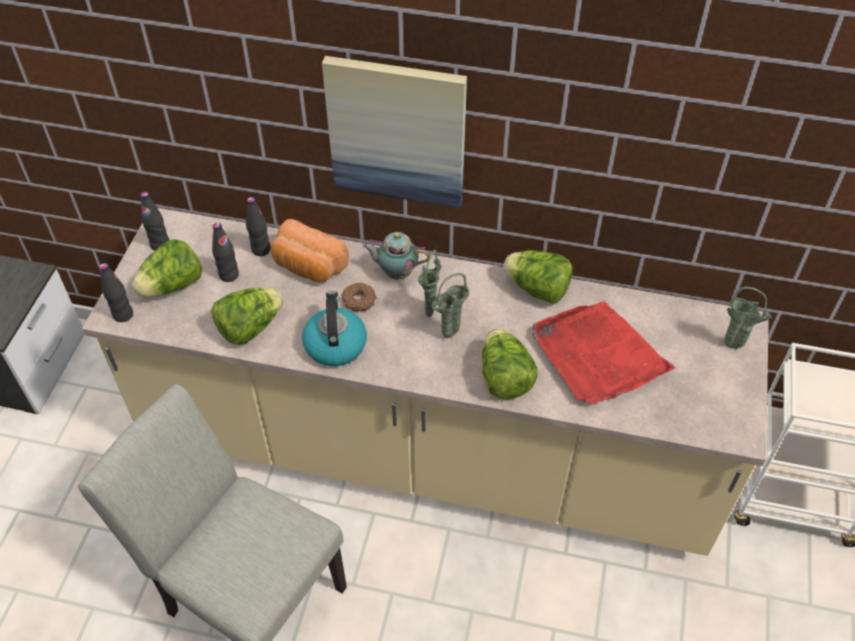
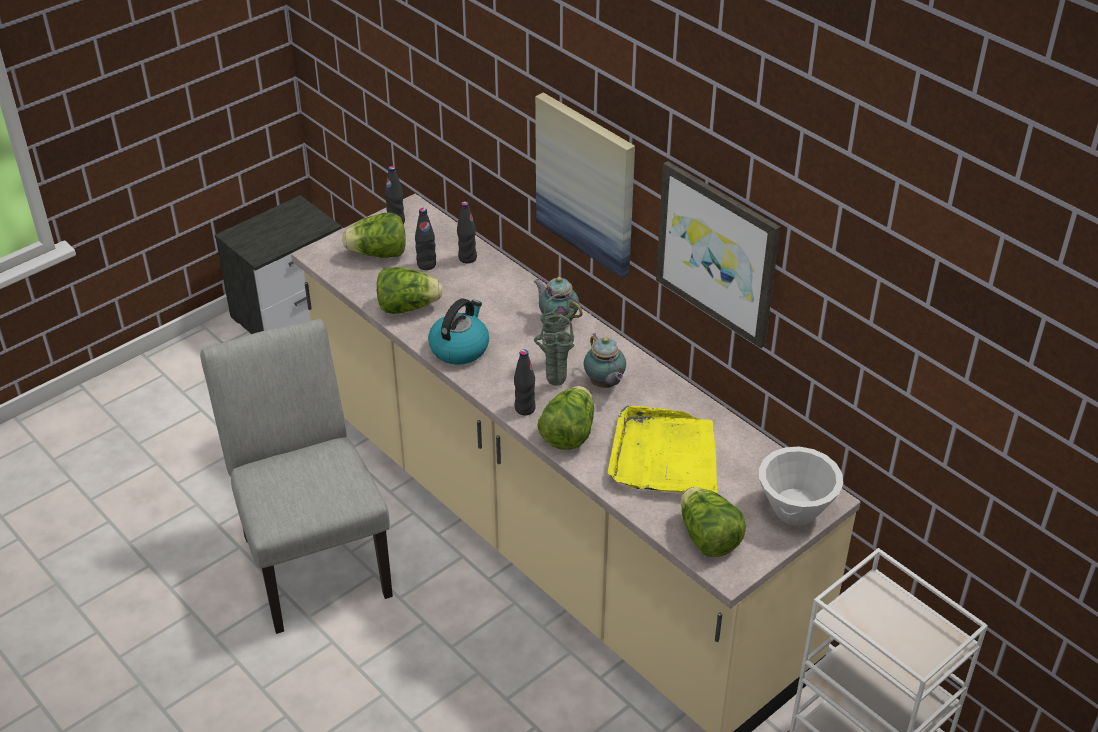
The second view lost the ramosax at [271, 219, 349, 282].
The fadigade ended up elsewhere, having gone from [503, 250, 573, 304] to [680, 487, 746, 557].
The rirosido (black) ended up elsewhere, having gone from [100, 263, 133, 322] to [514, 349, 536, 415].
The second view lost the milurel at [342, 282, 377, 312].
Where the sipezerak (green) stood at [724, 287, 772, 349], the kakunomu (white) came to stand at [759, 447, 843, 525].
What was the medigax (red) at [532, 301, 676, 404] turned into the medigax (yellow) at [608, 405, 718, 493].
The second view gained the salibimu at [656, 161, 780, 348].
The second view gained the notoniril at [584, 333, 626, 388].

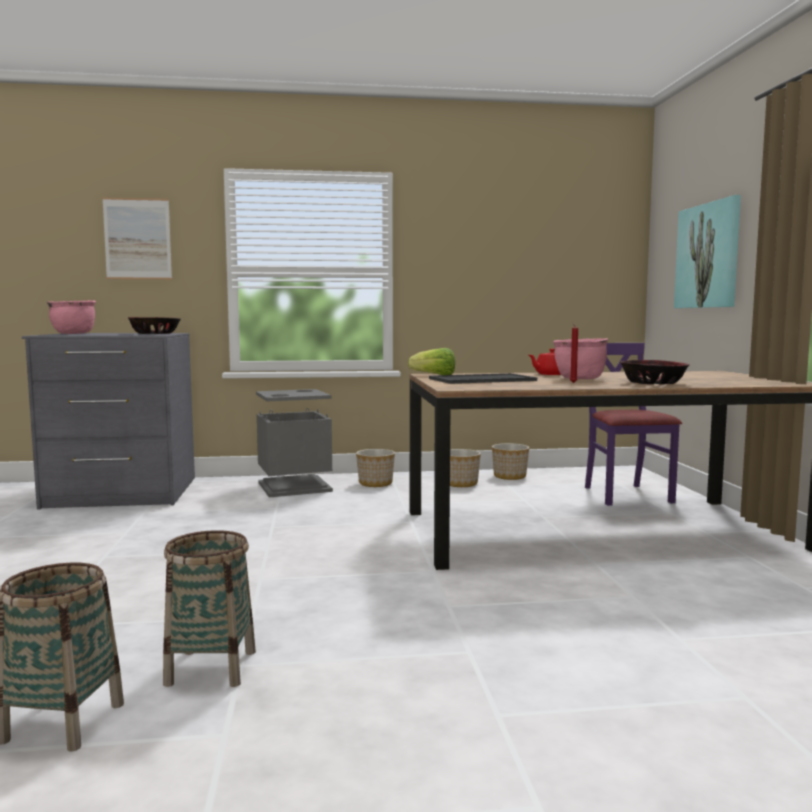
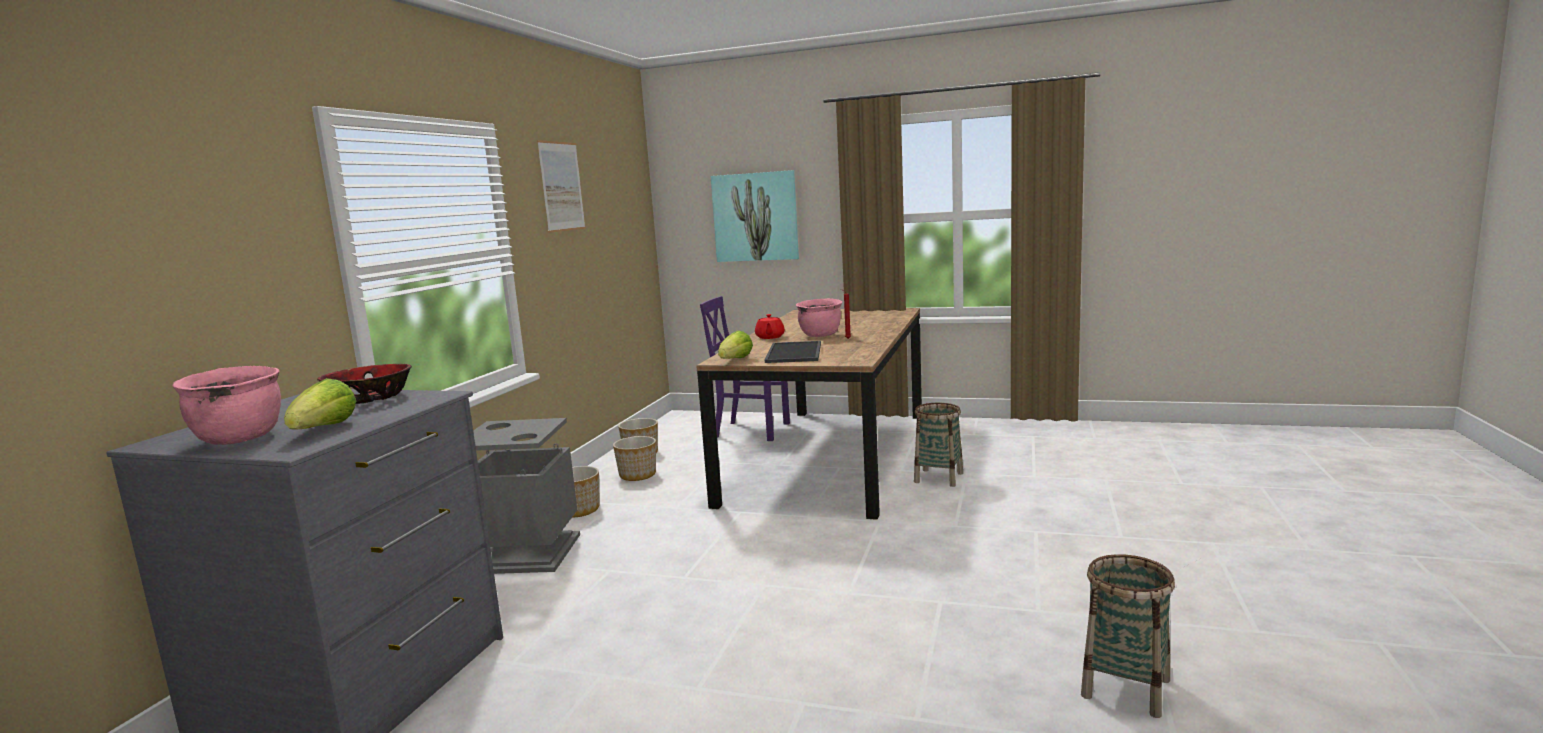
The salibimu ended up elsewhere, having gone from [102, 197, 172, 280] to [537, 140, 586, 233].
The second view lost the kakunomu at [620, 360, 690, 385].
The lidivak ended up elsewhere, having gone from [163, 530, 256, 687] to [914, 403, 963, 487].
The second view gained the fadigade at [284, 378, 356, 430].

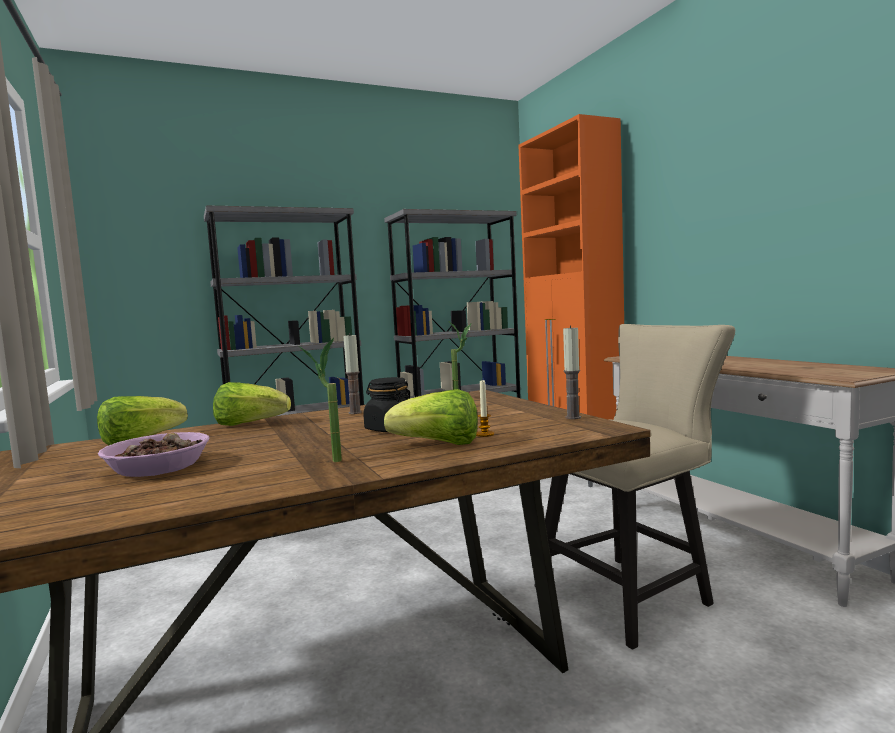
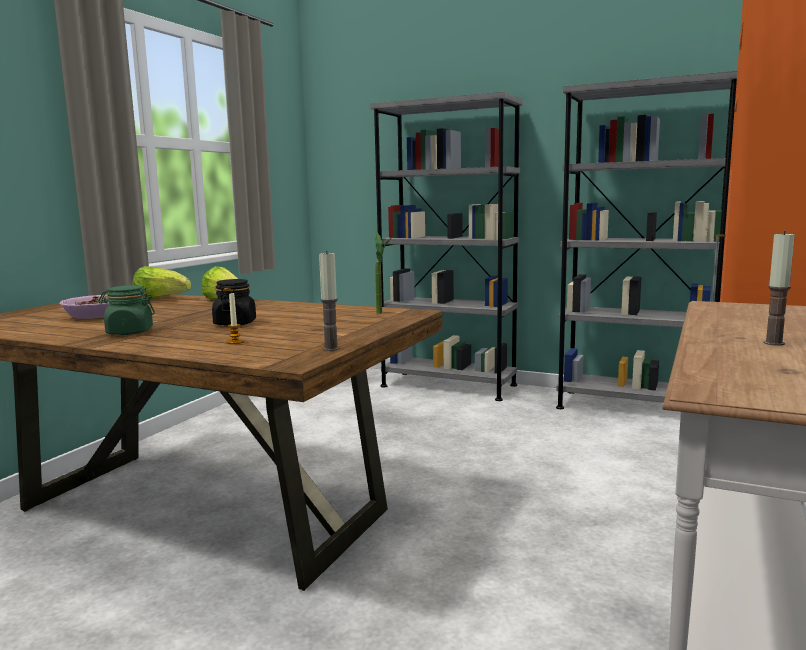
The second view lost the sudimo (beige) at [535, 324, 735, 650].
The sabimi ended up elsewhere, having gone from [344, 333, 362, 414] to [763, 231, 795, 346].
Where the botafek stood at [299, 338, 342, 462], the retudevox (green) came to stand at [98, 285, 155, 335].
The second view lost the fadigade at [384, 389, 478, 445].

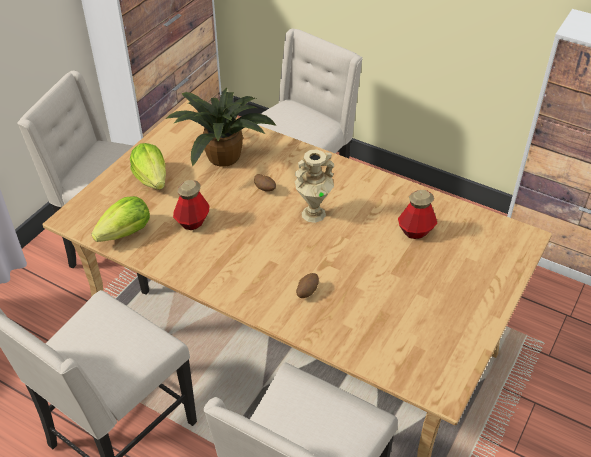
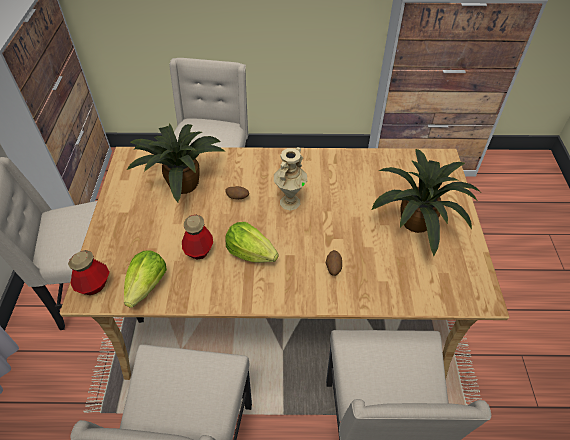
The fadigade ended up elsewhere, having gone from [130, 143, 166, 190] to [225, 222, 279, 263].
The rirosido ended up elsewhere, having gone from [398, 190, 437, 239] to [68, 250, 110, 295].
The second view gained the botafek at [372, 149, 480, 256].

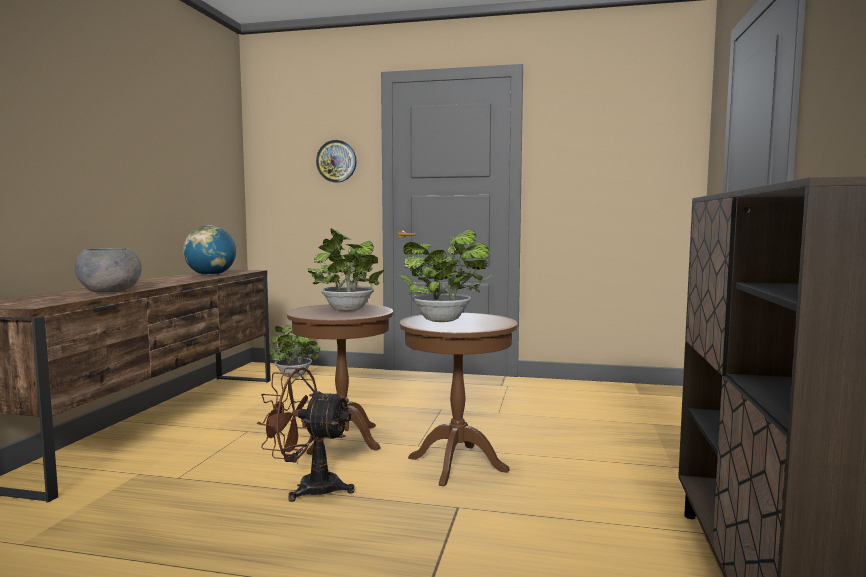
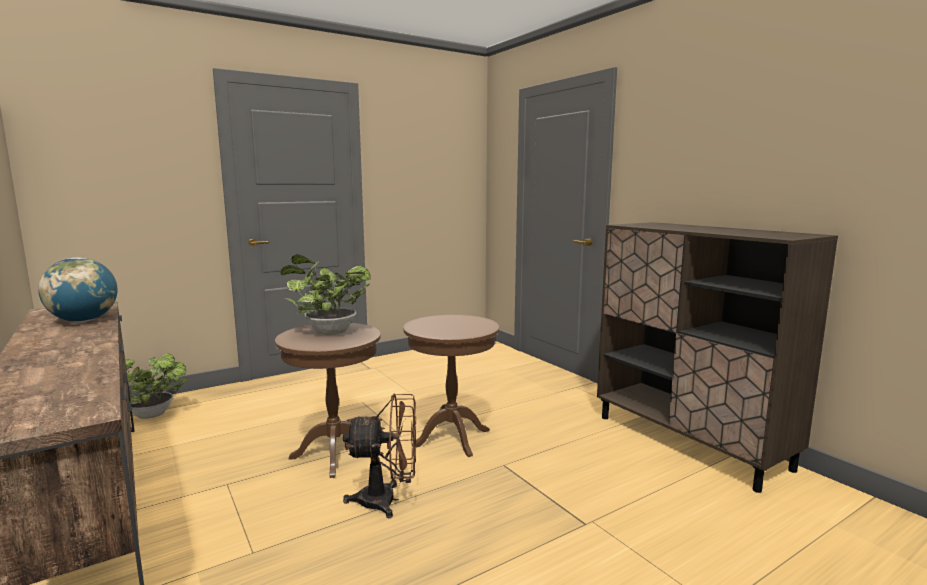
The second view lost the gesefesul at [316, 140, 357, 183].
The second view lost the botafek at [399, 229, 492, 322].
The second view lost the kakunomu (grey) at [75, 248, 142, 292].
The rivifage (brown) at [257, 367, 354, 502] ended up facing another way, 150 degrees counterclockwise from before.

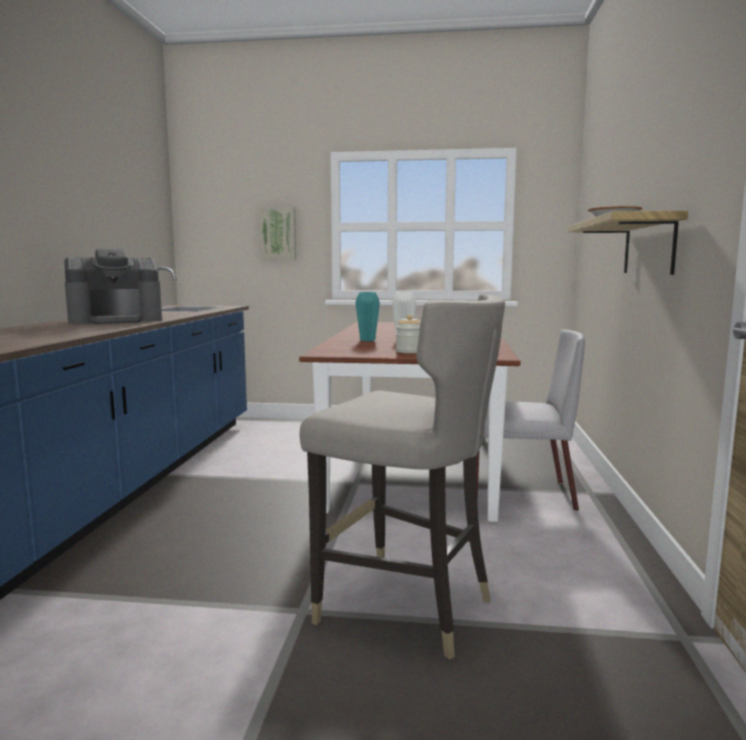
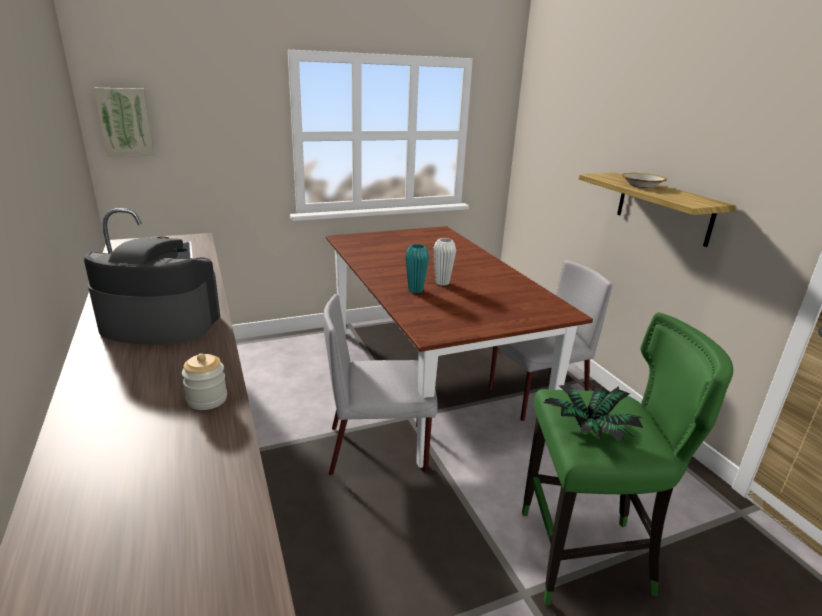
The salibimu ended up elsewhere, having gone from [260, 207, 296, 260] to [94, 88, 154, 157].
The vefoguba at [65, 249, 162, 324] ended up facing another way, 120 degrees counterclockwise from before.
What was the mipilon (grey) at [300, 294, 505, 660] turned into the mipilon (green) at [522, 312, 733, 605].
The retudevox ended up elsewhere, having gone from [396, 315, 421, 353] to [182, 353, 227, 410].
The second view gained the sudimo (grey) at [323, 294, 438, 475].
The second view gained the botafek at [544, 385, 643, 442].

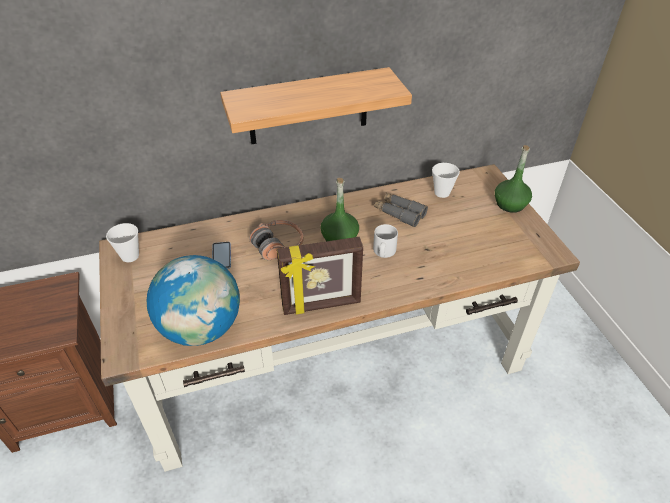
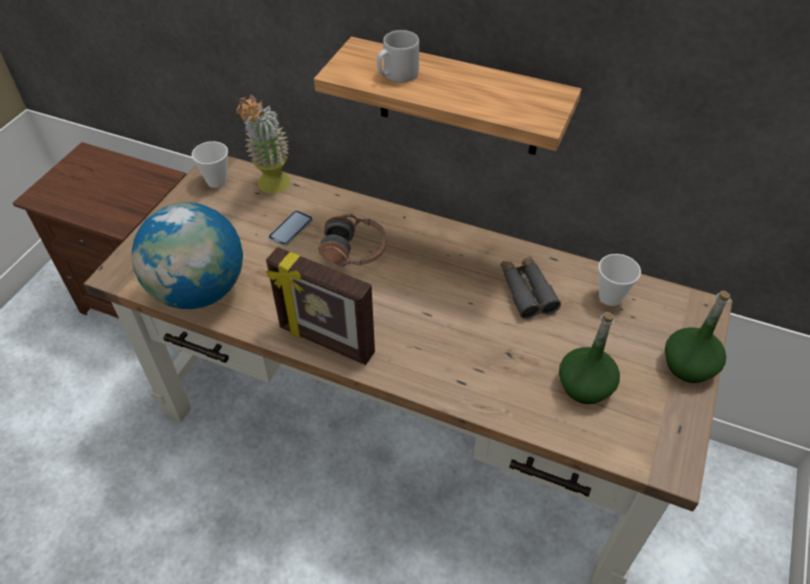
The rirosido (green) ended up elsewhere, having gone from [320, 178, 359, 241] to [559, 312, 620, 404].
The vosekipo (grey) ended up elsewhere, having gone from [373, 224, 398, 258] to [377, 30, 419, 83].
The second view gained the botafek at [236, 94, 290, 194].

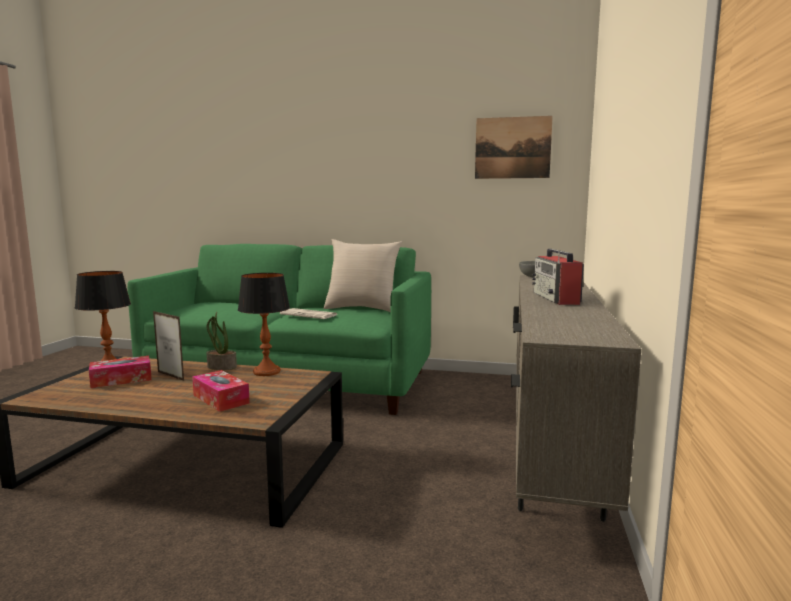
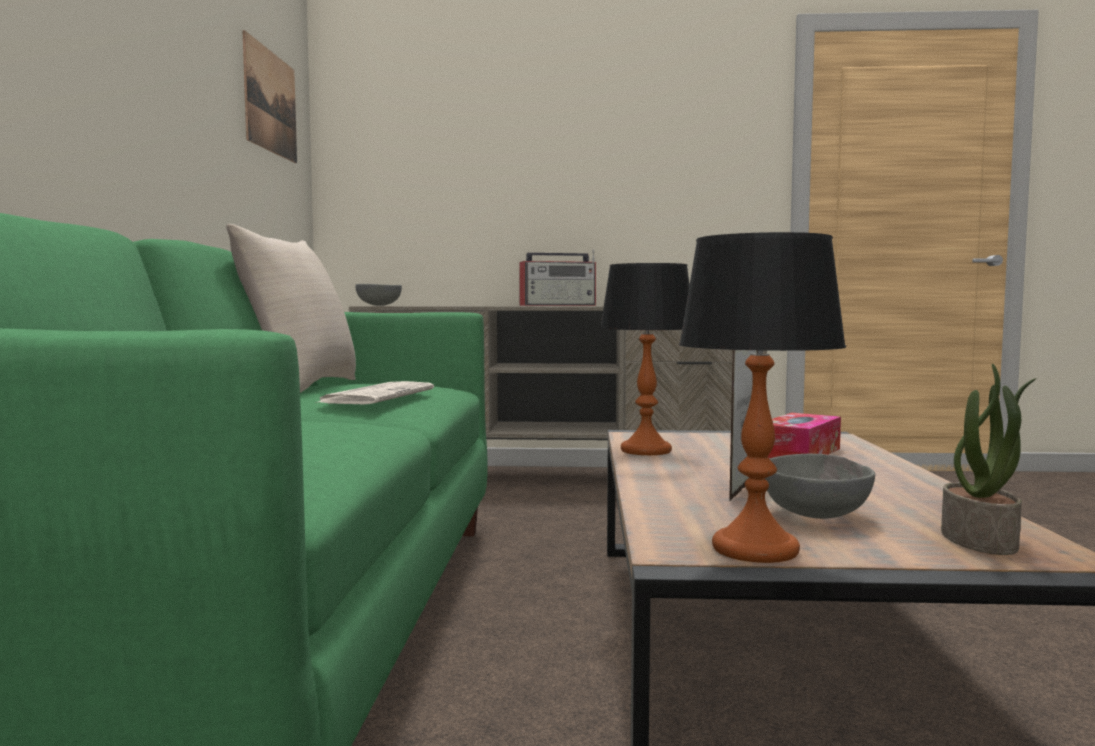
The botafek ended up elsewhere, having gone from [206, 312, 237, 370] to [941, 363, 1036, 555].
Where the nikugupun stood at [89, 356, 152, 388], the kakunomu (grey) came to stand at [765, 454, 875, 519].

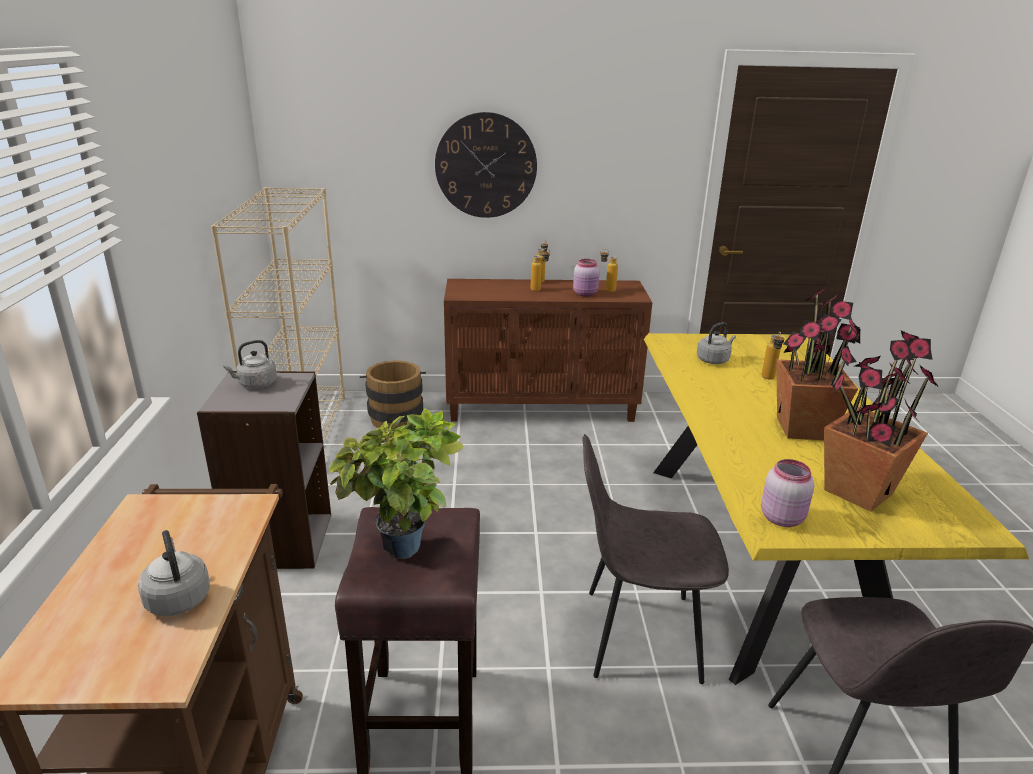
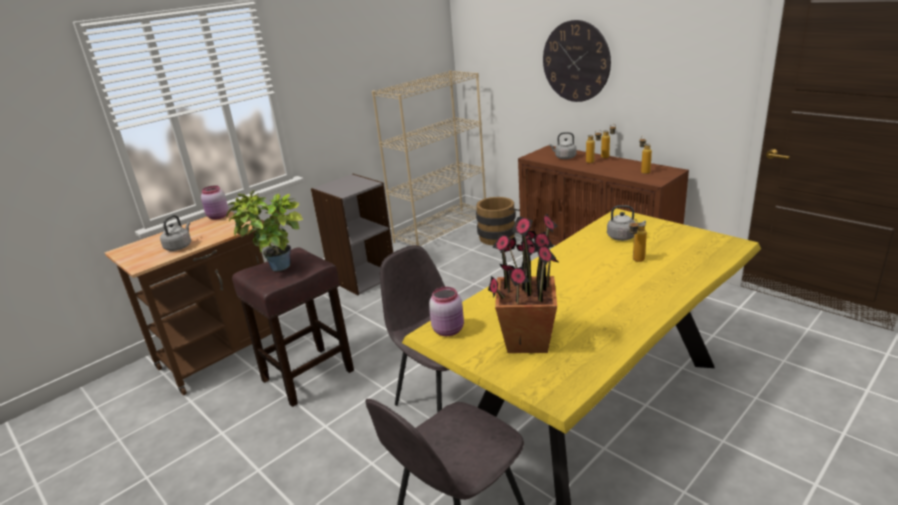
The retudevox (pink) ended up elsewhere, having gone from [573, 259, 600, 297] to [201, 185, 229, 220].
The second view lost the botafek at [776, 288, 860, 440].
The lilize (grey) ended up elsewhere, having gone from [223, 340, 277, 388] to [549, 132, 577, 159].

